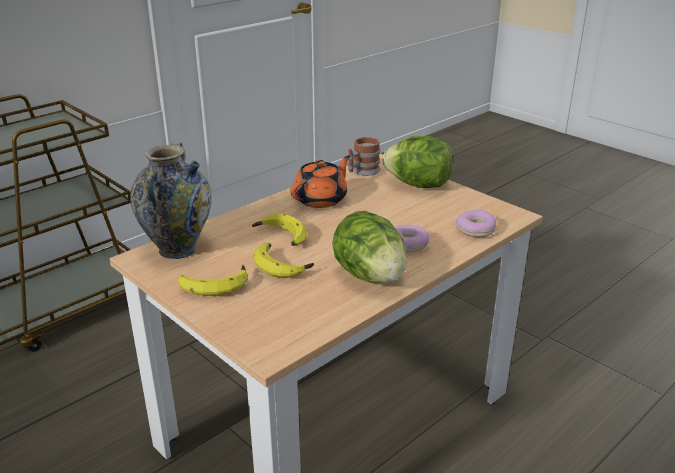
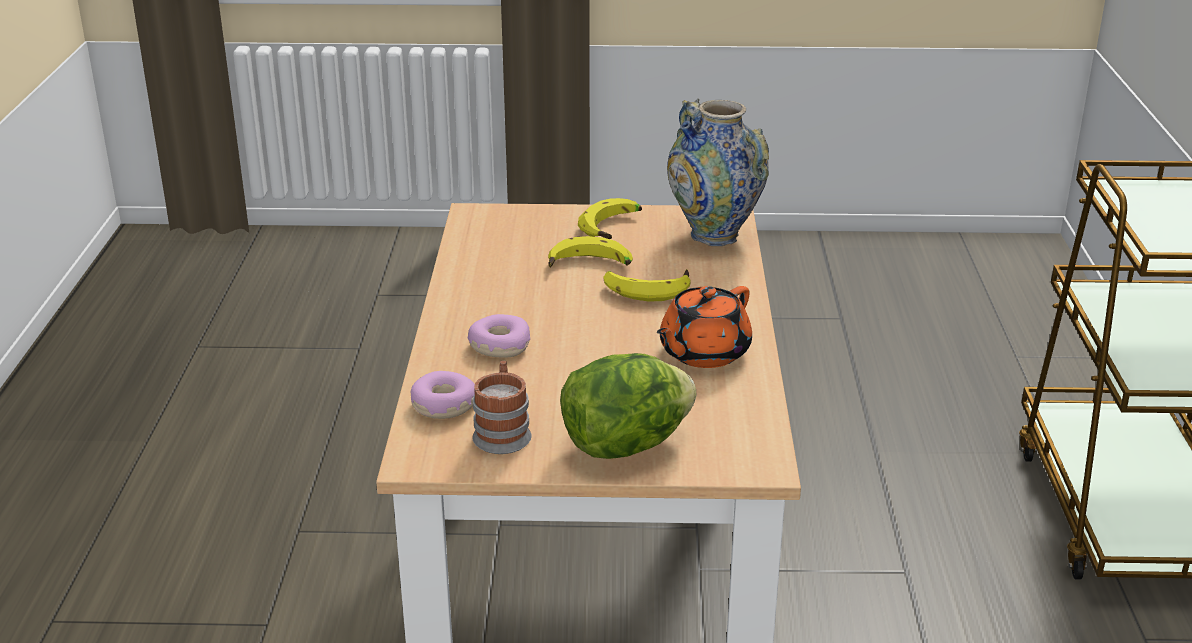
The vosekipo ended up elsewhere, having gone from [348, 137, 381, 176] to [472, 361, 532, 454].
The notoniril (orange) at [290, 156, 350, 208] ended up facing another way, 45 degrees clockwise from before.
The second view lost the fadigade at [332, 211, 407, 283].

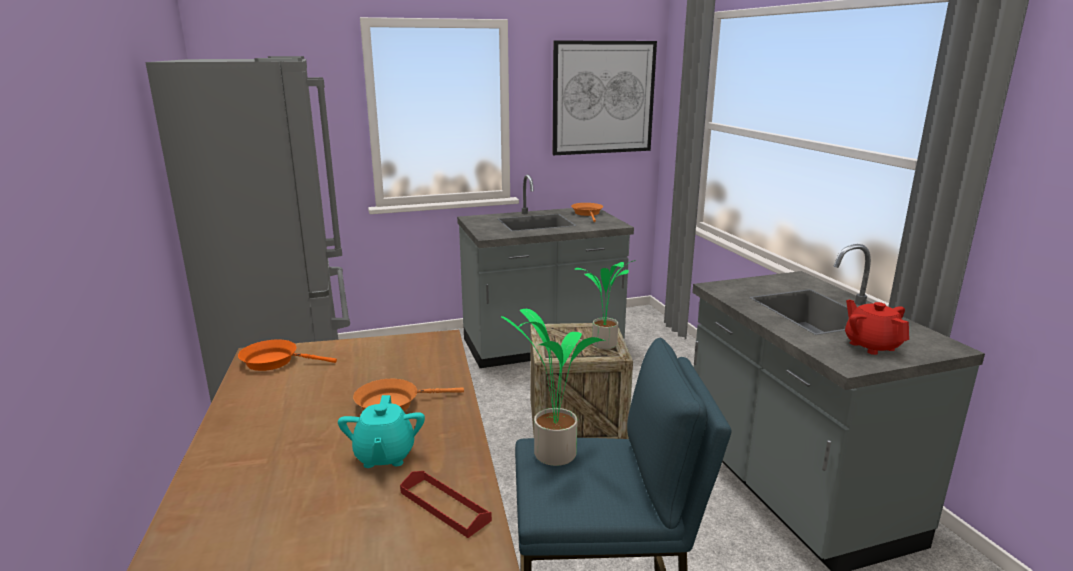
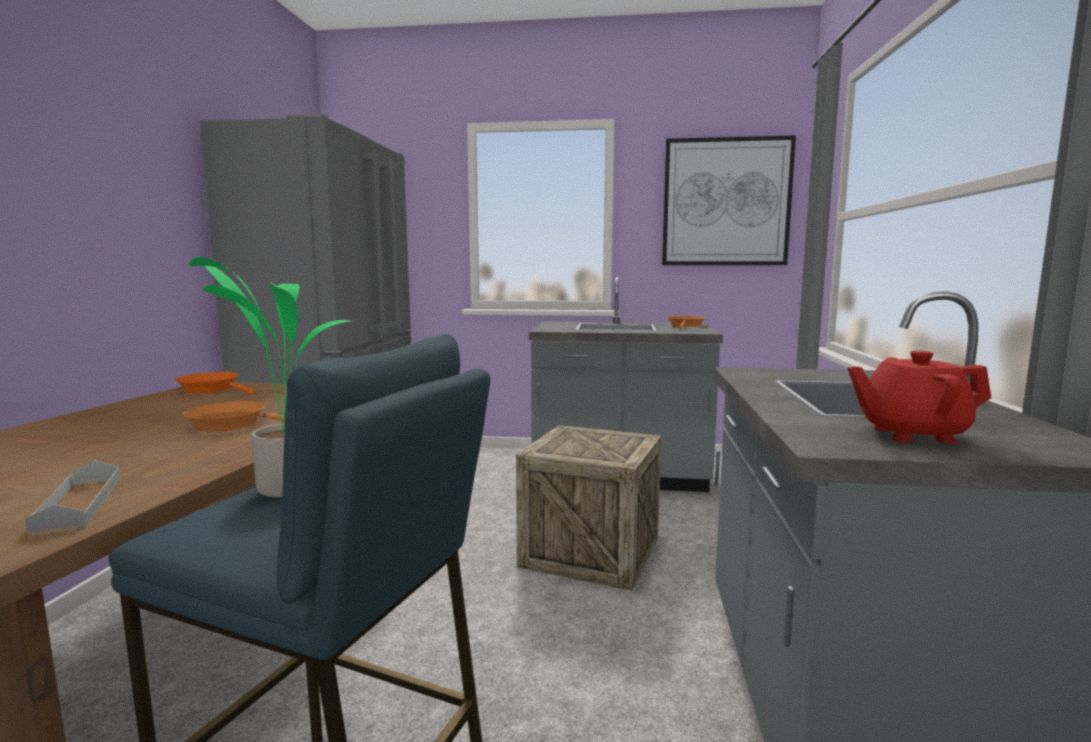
The second view lost the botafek at [574, 260, 636, 349].
The notoniril (red) at [845, 300, 909, 355] ended up facing another way, 90 degrees counterclockwise from before.
The second view lost the notoniril (turquoise) at [338, 395, 425, 468].
What was the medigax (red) at [400, 471, 492, 538] turned into the medigax (grey) at [25, 460, 120, 535].

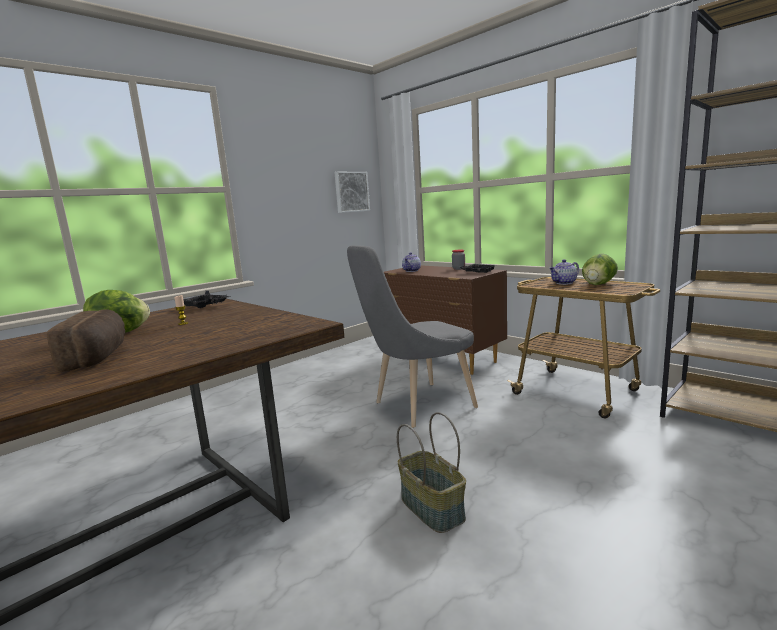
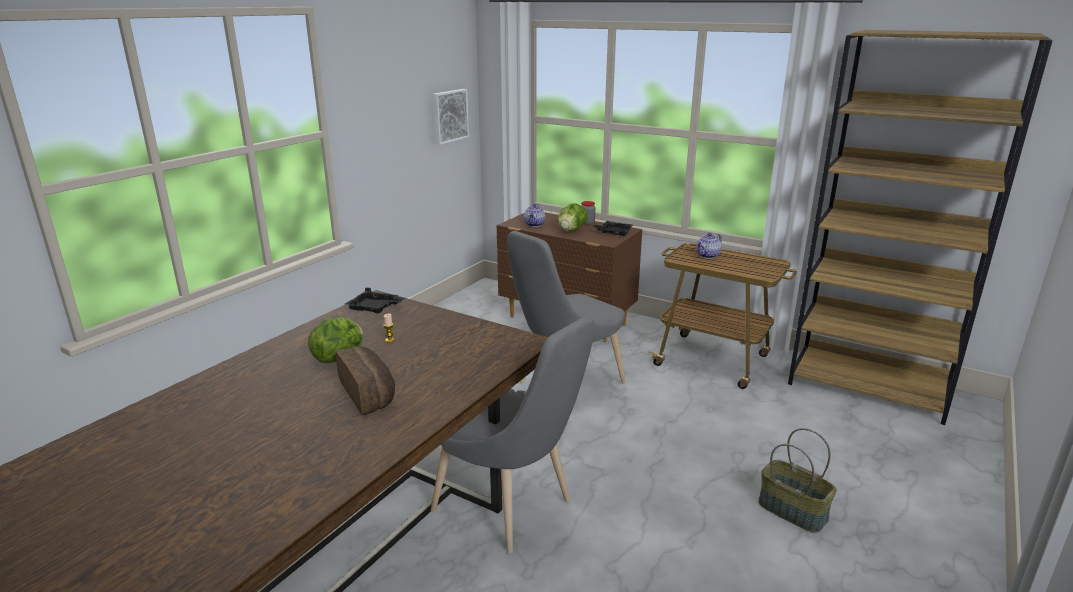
The fadigade ended up elsewhere, having gone from [582, 253, 618, 285] to [558, 203, 588, 232].
The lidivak ended up elsewhere, having gone from [397, 412, 466, 533] to [758, 428, 837, 533].
The second view gained the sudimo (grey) at [431, 316, 595, 553].

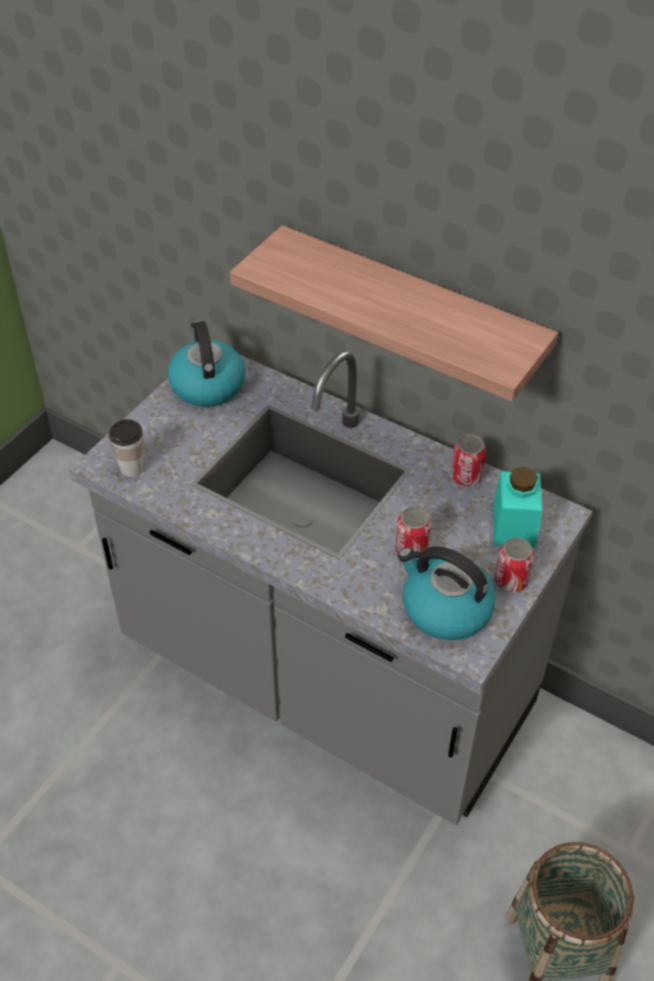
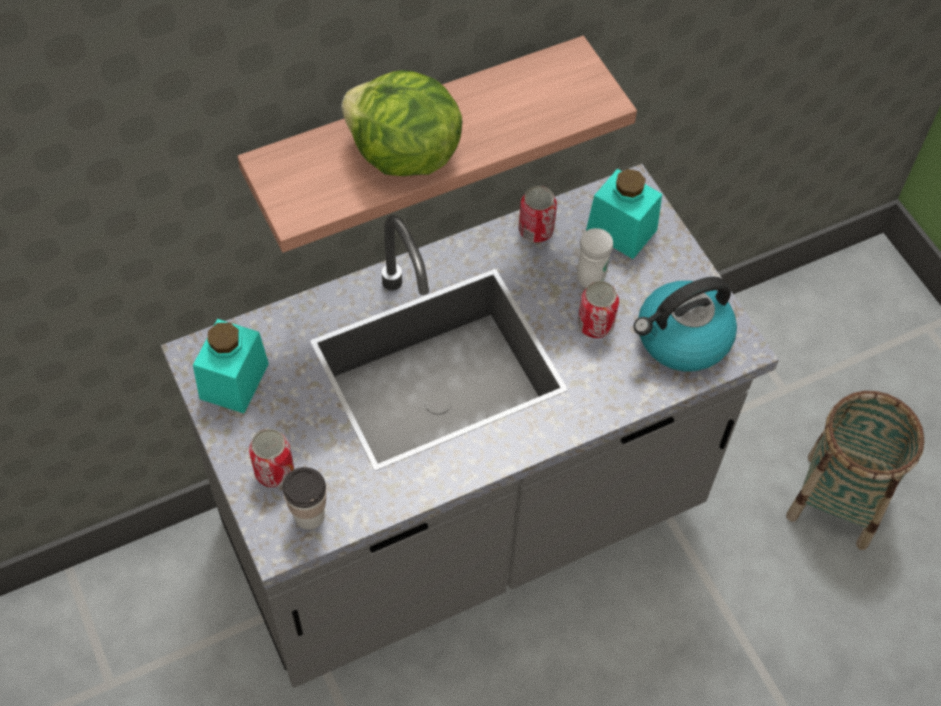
Where the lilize stood at [168, 321, 246, 407], the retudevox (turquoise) came to stand at [193, 319, 269, 413].
The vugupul ended up elsewhere, having gone from [495, 538, 534, 592] to [249, 429, 294, 487].
The second view gained the fadigade at [341, 70, 462, 176].
The second view gained the vosekipo (white) at [577, 228, 613, 288].

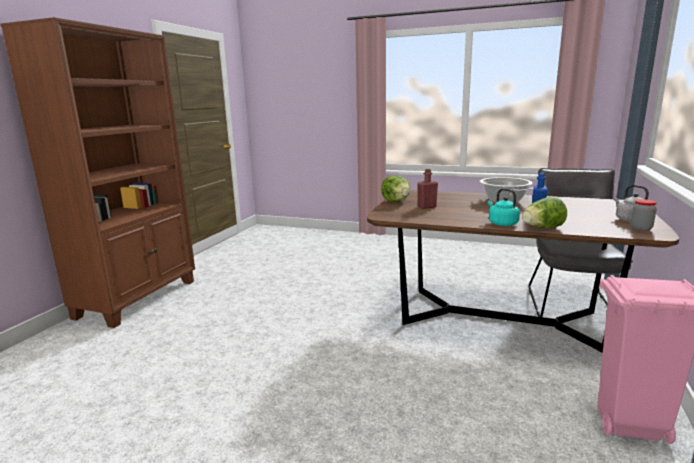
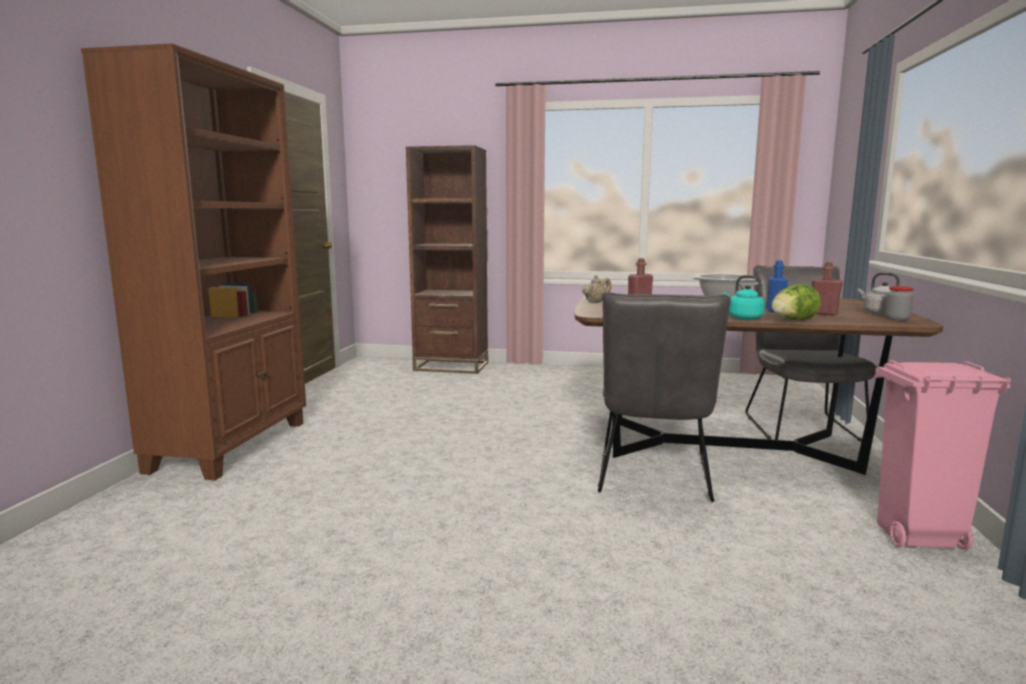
Where the fadigade stood at [381, 176, 410, 202], the notoniril (beige) came to stand at [582, 275, 611, 303].
The second view gained the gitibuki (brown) at [406, 145, 488, 374].
The second view gained the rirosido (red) at [812, 262, 843, 316].
The second view gained the sudimo (grey) at [598, 292, 731, 502].

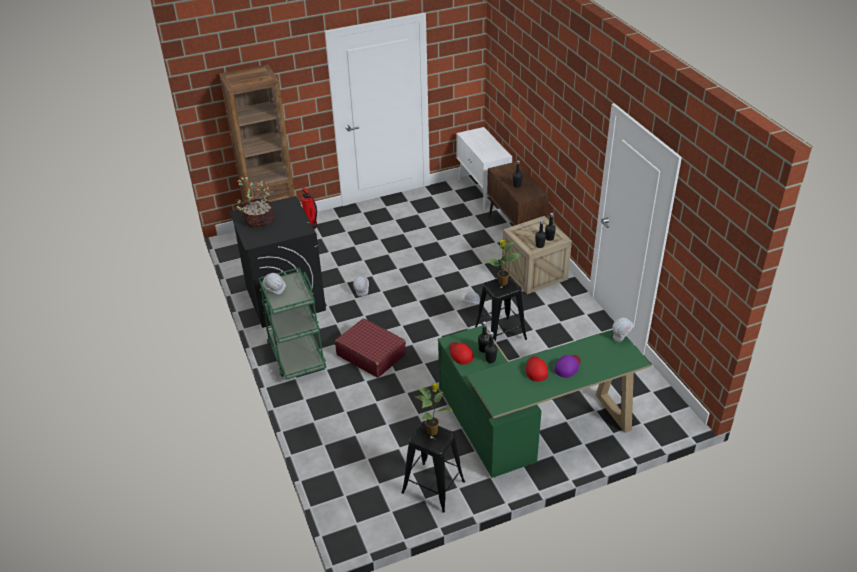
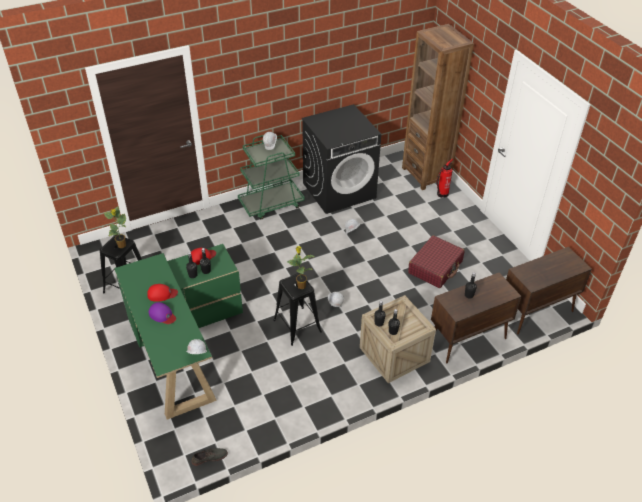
What was the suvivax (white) at [457, 127, 512, 211] turned into the suvivax (brown) at [506, 247, 592, 334].
The second view lost the botafek at [236, 176, 274, 228].
The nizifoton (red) ended up elsewhere, having gone from [335, 318, 406, 378] to [408, 235, 464, 288].
The second view gained the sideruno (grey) at [192, 448, 228, 466].

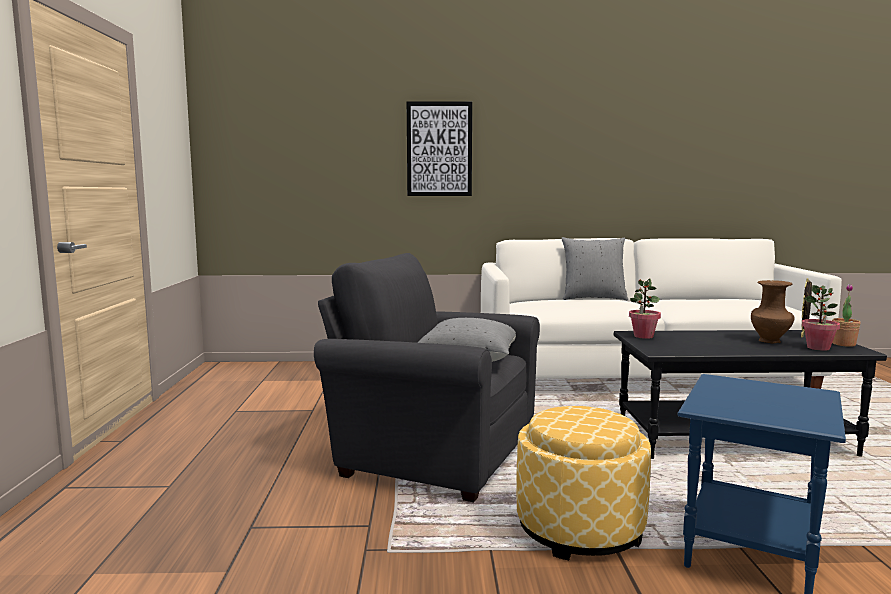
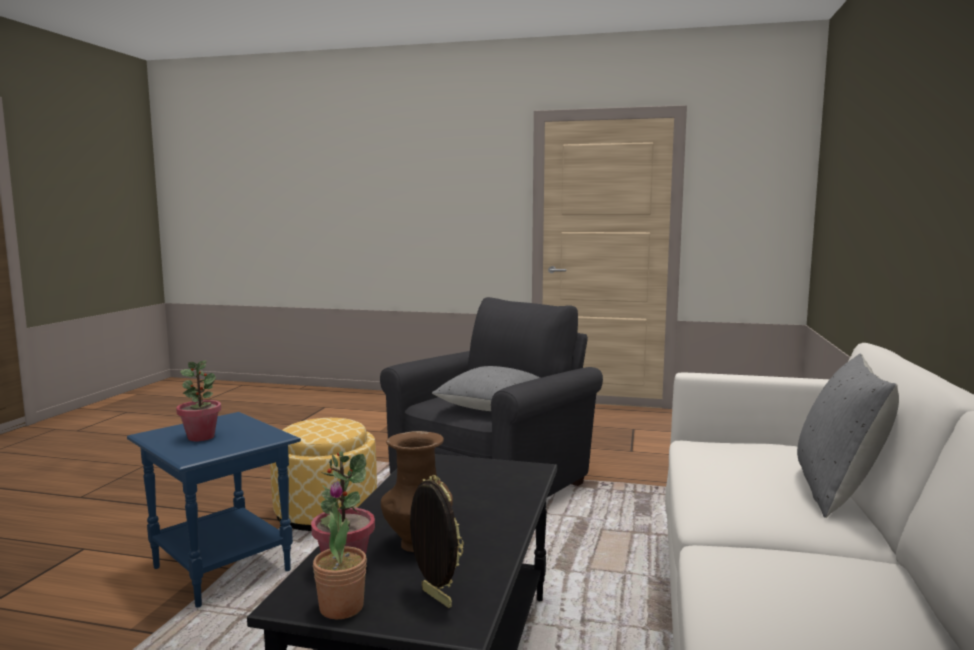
The second view lost the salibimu at [407, 101, 472, 196].
The botafek ended up elsewhere, having gone from [629, 279, 661, 339] to [176, 360, 221, 441].

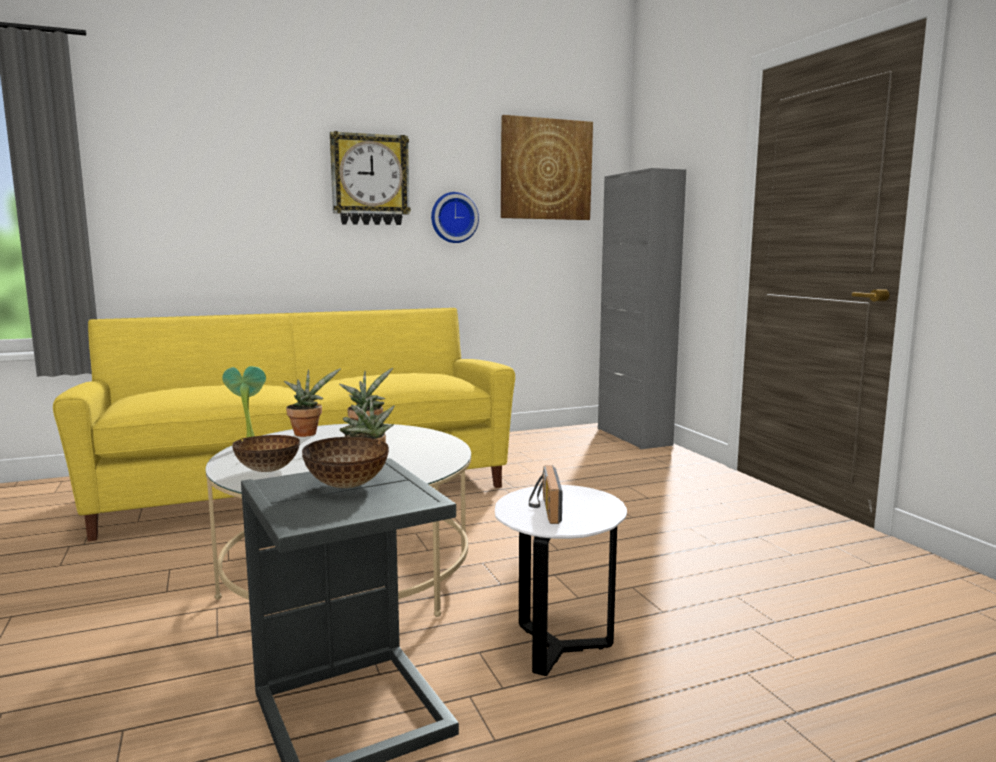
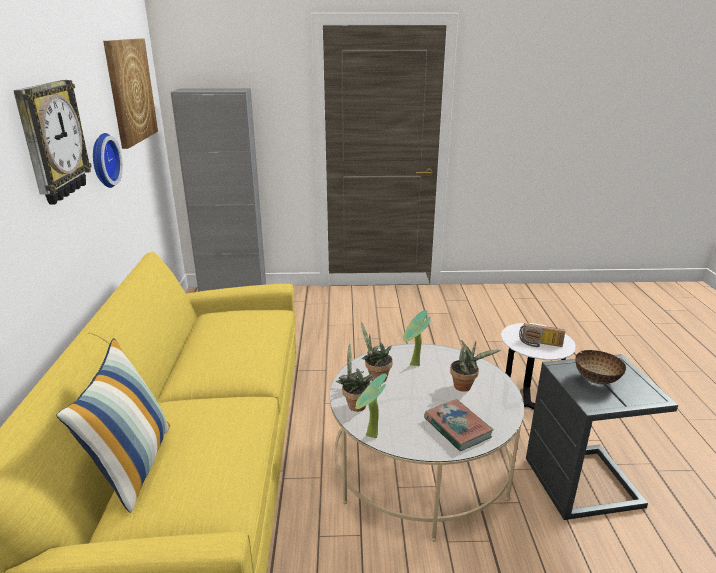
Where the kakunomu stood at [232, 435, 300, 472], the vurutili came to stand at [424, 399, 494, 451].
The second view gained the botafek at [403, 310, 431, 366].
The second view gained the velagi at [56, 339, 170, 513].

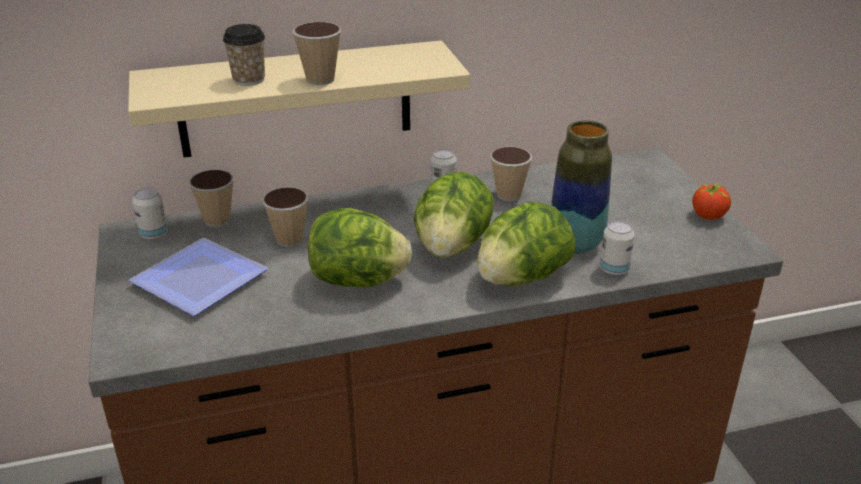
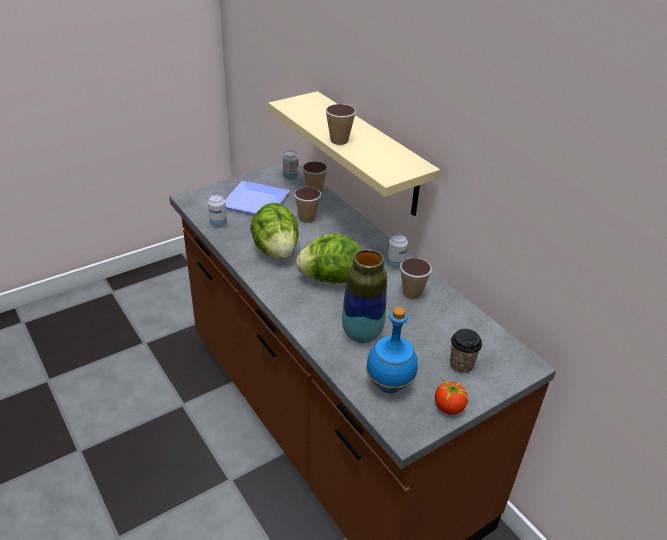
The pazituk ended up elsewhere, having gone from [223, 24, 265, 86] to [450, 329, 482, 373].
The second view lost the fadigade at [477, 202, 576, 286].
The vugupul ended up elsewhere, having gone from [600, 220, 635, 276] to [208, 194, 227, 227].
The second view gained the rirosido (blue) at [366, 307, 418, 393].

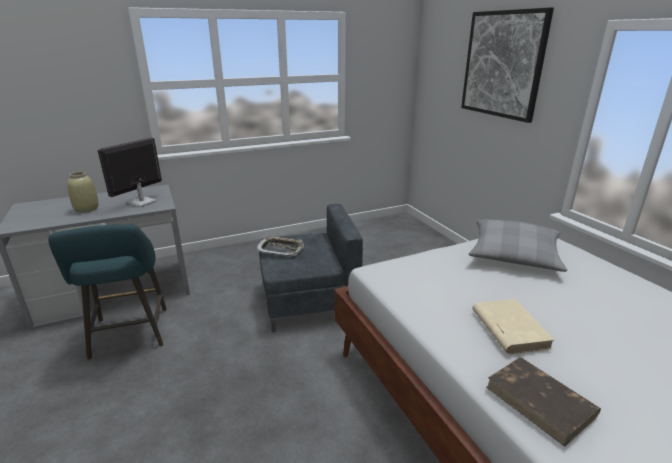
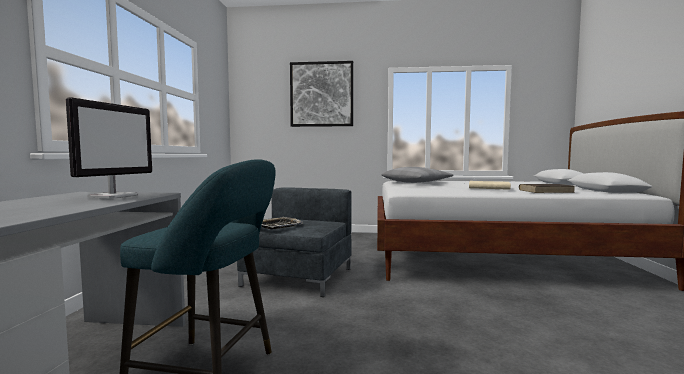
The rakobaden at [98, 137, 162, 207] ended up facing another way, 135 degrees counterclockwise from before.
The second view lost the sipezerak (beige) at [67, 172, 99, 213].

